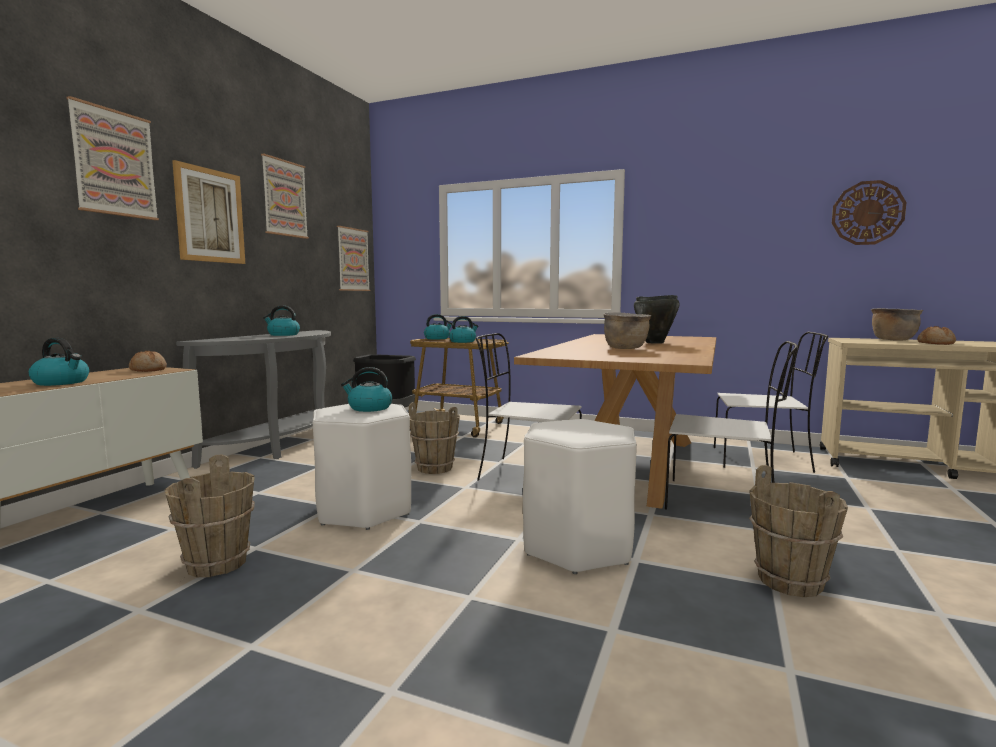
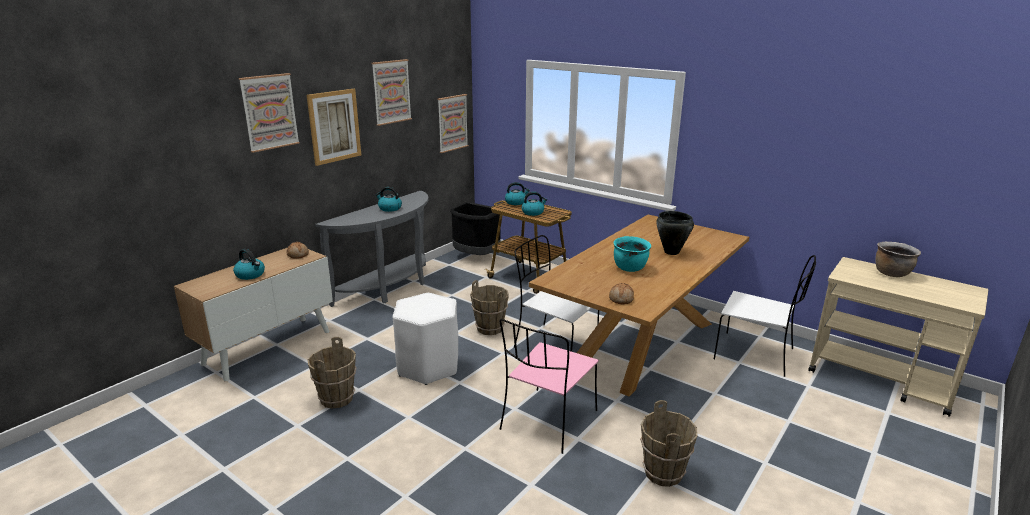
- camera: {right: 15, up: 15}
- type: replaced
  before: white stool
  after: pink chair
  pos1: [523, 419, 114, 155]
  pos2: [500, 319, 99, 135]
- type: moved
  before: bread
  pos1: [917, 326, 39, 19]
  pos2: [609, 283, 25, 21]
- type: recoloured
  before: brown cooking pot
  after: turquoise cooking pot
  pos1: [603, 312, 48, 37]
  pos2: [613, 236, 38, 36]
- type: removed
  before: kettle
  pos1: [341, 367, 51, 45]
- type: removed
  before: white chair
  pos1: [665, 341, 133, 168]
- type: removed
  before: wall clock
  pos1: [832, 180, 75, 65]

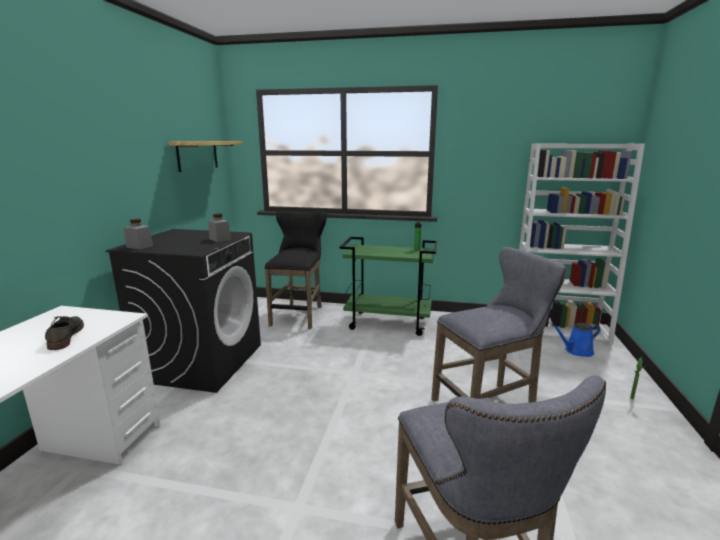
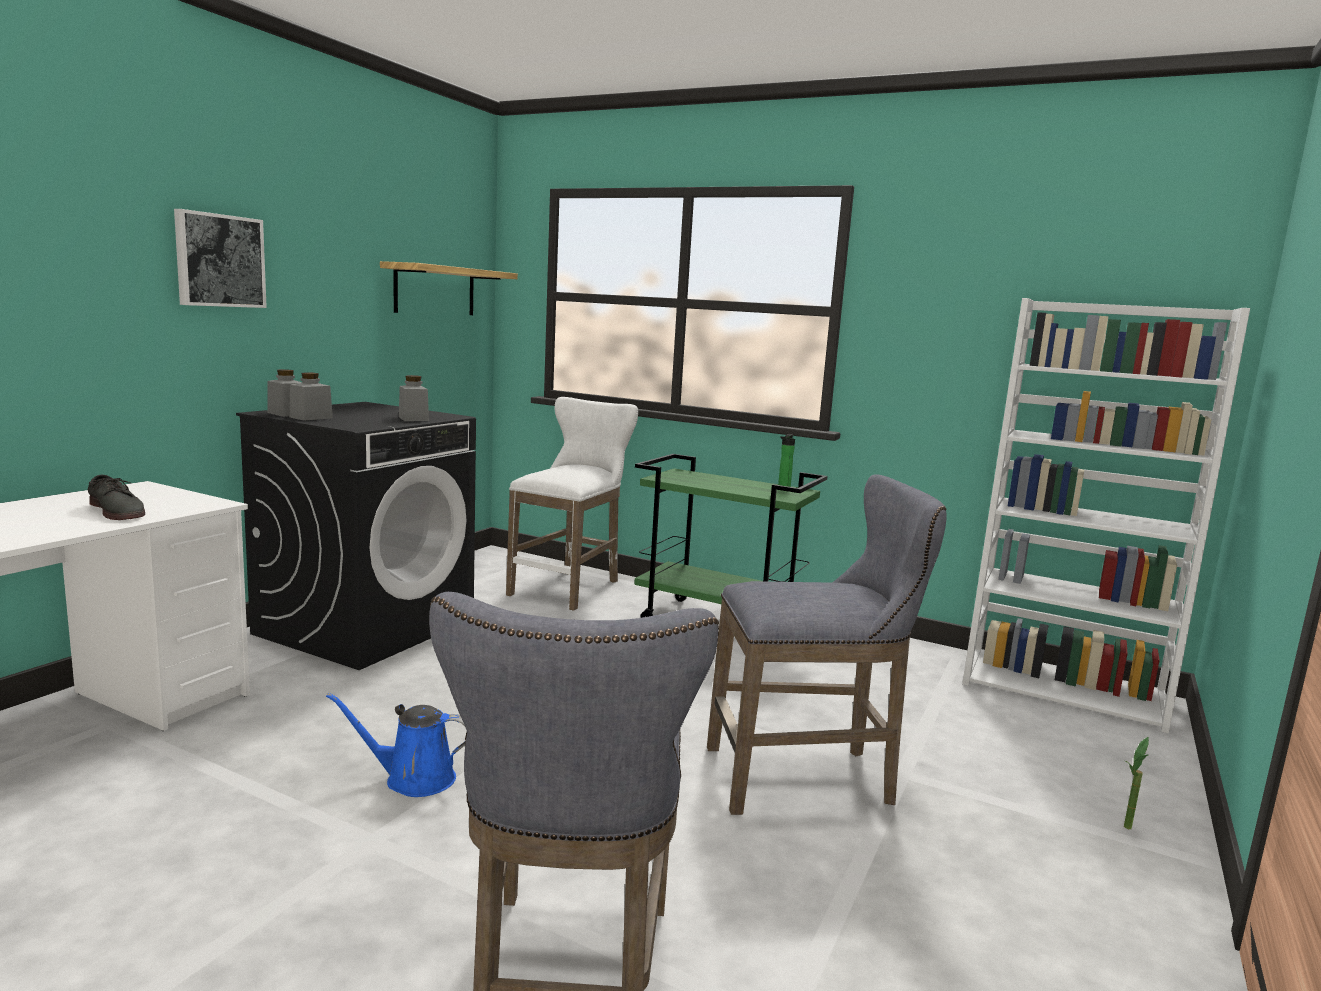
- camera: {right: 15, up: -5}
- type: turned
  before: grey shoe
  pos1: [45, 316, 39, 34]
  pos2: [88, 475, 57, 45]
  turn: 135
- type: added
  after: picture
  pos2: [174, 209, 93, 99]
- type: added
  after: grey jar
  pos2: [290, 373, 43, 48]
- type: moved
  before: blue watering can
  pos1: [552, 323, 49, 34]
  pos2: [326, 693, 139, 104]
- type: recoloured
  before: black stool
  after: white stool
  pos1: [264, 211, 63, 118]
  pos2: [506, 397, 132, 214]

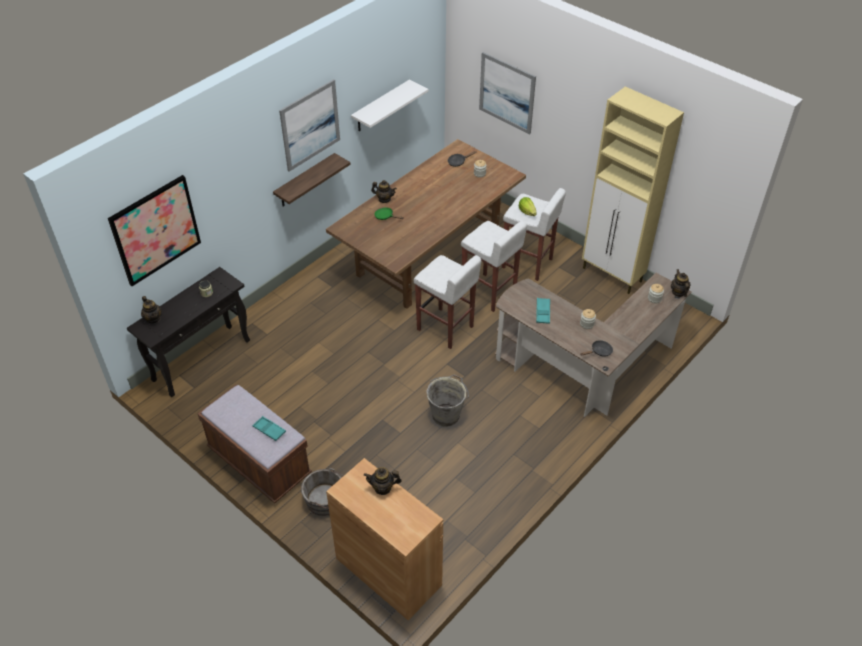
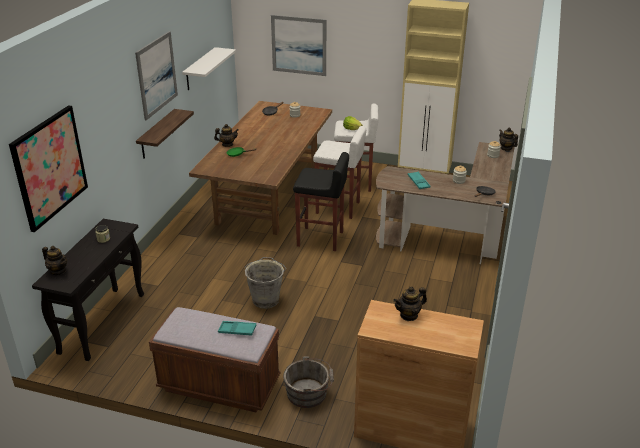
- camera: {right: -25, up: -15}
- type: moved
  before: grey bucket
  pos1: [426, 375, 43, 52]
  pos2: [245, 257, 41, 52]
- type: recoloured
  before: white stool
  after: black stool
  pos1: [414, 255, 67, 94]
  pos2: [293, 152, 56, 99]

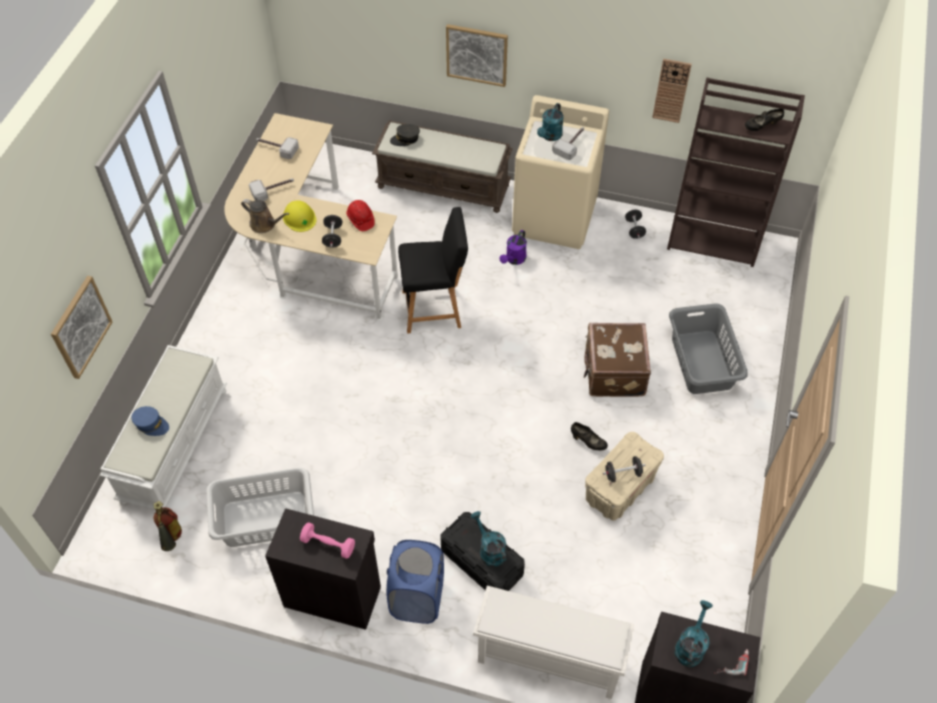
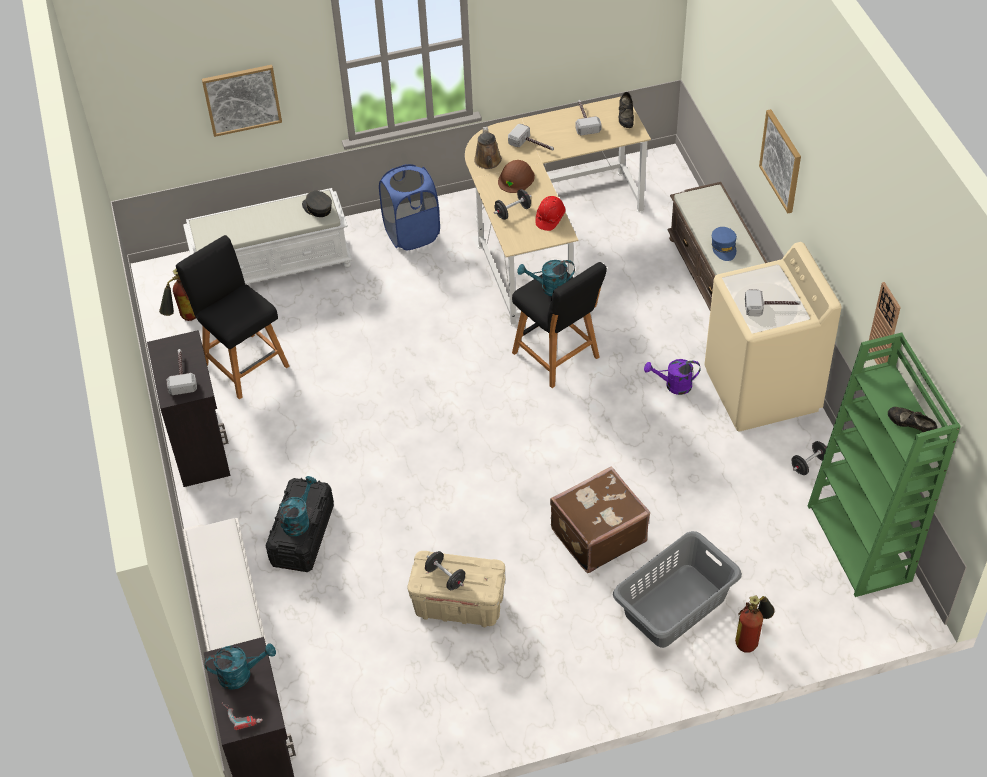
- camera: {right: 60, up: -5}
- type: replaced
  before: pink dumbbell
  after: hammer
  pos1: [300, 522, 55, 37]
  pos2: [167, 349, 30, 46]
- type: replaced
  before: grey laundry basket
  after: black stool
  pos1: [206, 468, 108, 79]
  pos2: [176, 235, 113, 164]
- type: moved
  before: grey cap
  pos1: [390, 124, 30, 22]
  pos2: [302, 191, 30, 26]
- type: moved
  before: blue laundry basket
  pos1: [386, 540, 58, 84]
  pos2: [379, 164, 61, 86]
- type: recoloured
  before: yellow hard hat
  after: brown hard hat
  pos1: [283, 200, 34, 32]
  pos2: [498, 160, 37, 33]
- type: moved
  before: turquoise watering can
  pos1: [537, 103, 26, 38]
  pos2: [517, 260, 58, 36]
- type: moved
  before: black shoe
  pos1: [571, 422, 37, 28]
  pos2: [619, 92, 15, 36]
- type: moved
  before: blue cap
  pos1: [131, 406, 38, 30]
  pos2: [711, 227, 26, 34]
- type: added
  after: fire extinguisher
  pos2: [735, 596, 40, 57]
- type: recoloured
  before: brown bookcase
  after: green bookcase
  pos1: [667, 78, 138, 189]
  pos2: [808, 332, 153, 265]

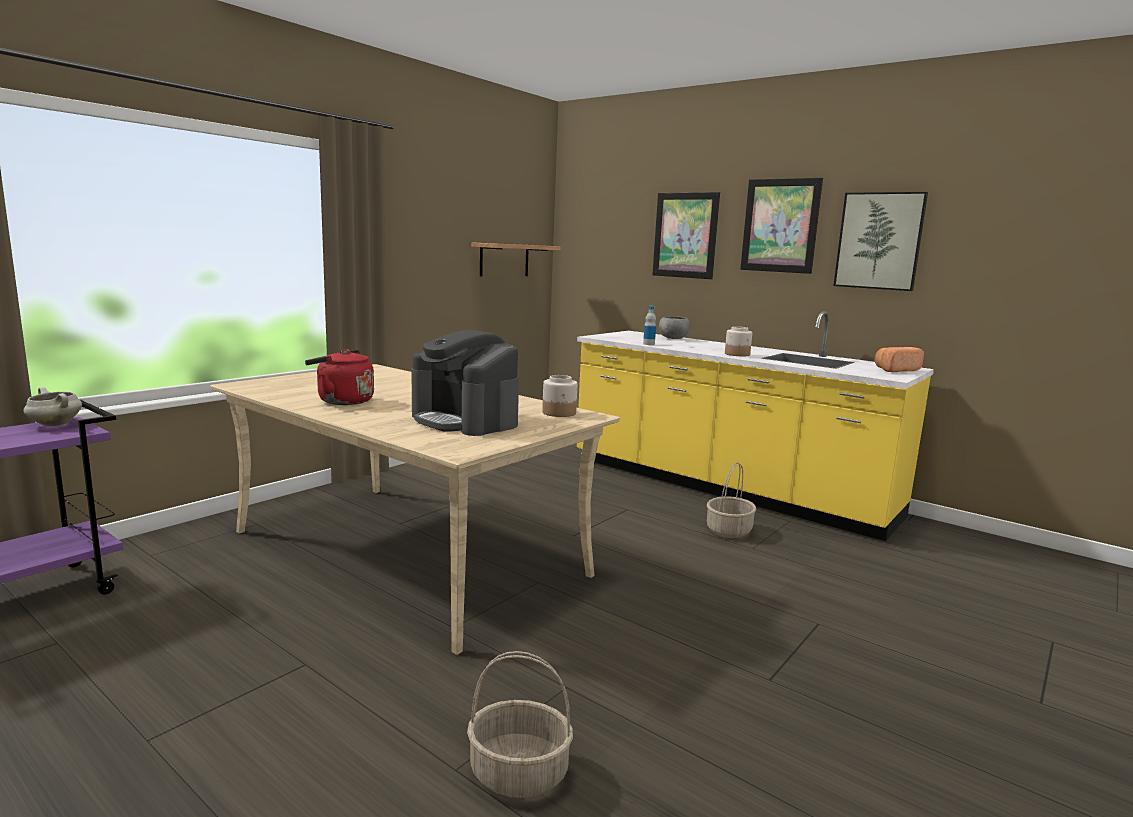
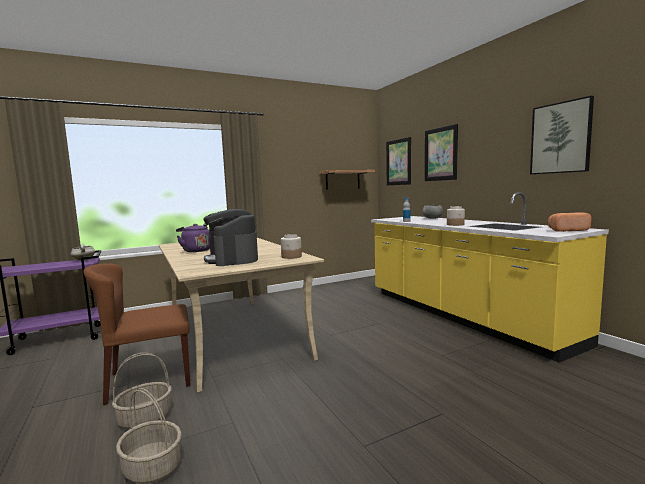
- camera: {right: 25, up: -5}
- type: added
  after: brown chair
  pos2: [83, 264, 108, 141]
- type: moved
  before: basket
  pos1: [707, 462, 50, 76]
  pos2: [112, 353, 59, 76]
- type: recoloured
  before: red kettle
  after: purple kettle
  pos1: [305, 349, 69, 56]
  pos2: [176, 224, 34, 28]
- type: moved
  before: picture
  pos1: [740, 178, 83, 96]
  pos2: [386, 137, 25, 48]

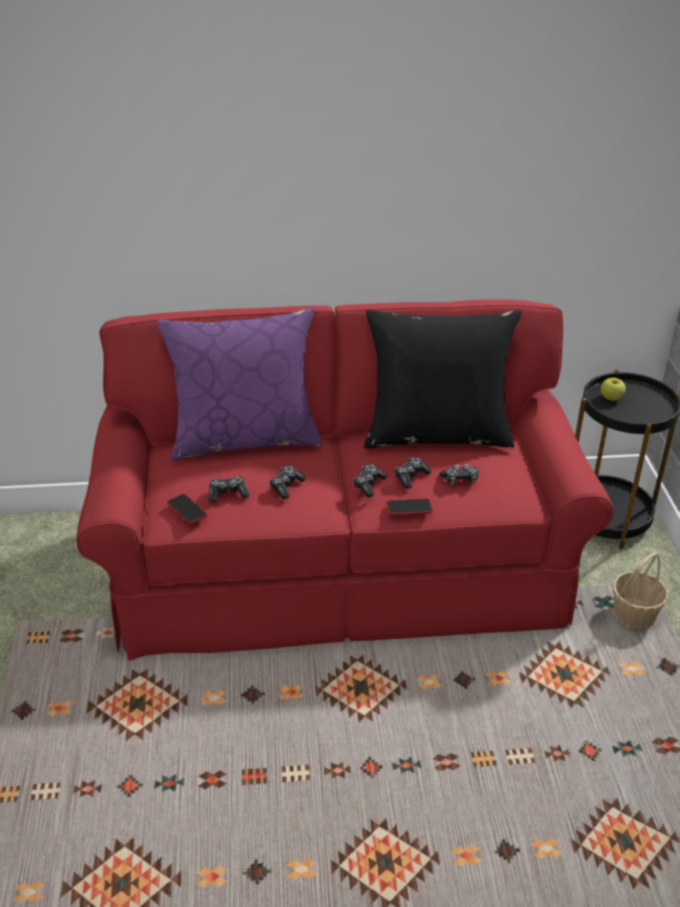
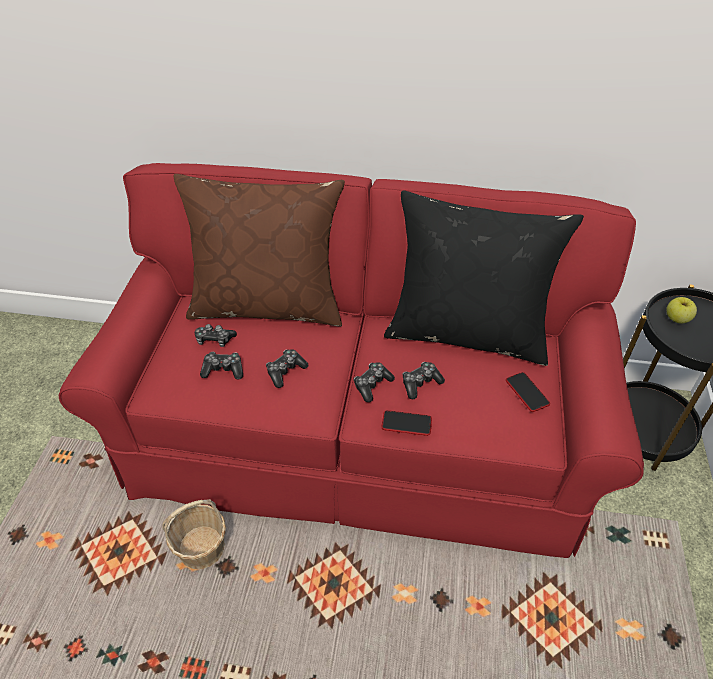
- camera: {right: 15, up: 10}
- type: moved
  before: basket
  pos1: [613, 553, 55, 77]
  pos2: [162, 499, 64, 70]
- type: recoloured
  before: purple pillow
  after: brown pillow
  pos1: [157, 308, 165, 153]
  pos2: [173, 174, 172, 153]
- type: moved
  before: game controller
  pos1: [439, 464, 40, 21]
  pos2: [195, 324, 42, 23]
- type: moved
  before: phone
  pos1: [167, 494, 40, 30]
  pos2: [506, 372, 44, 40]

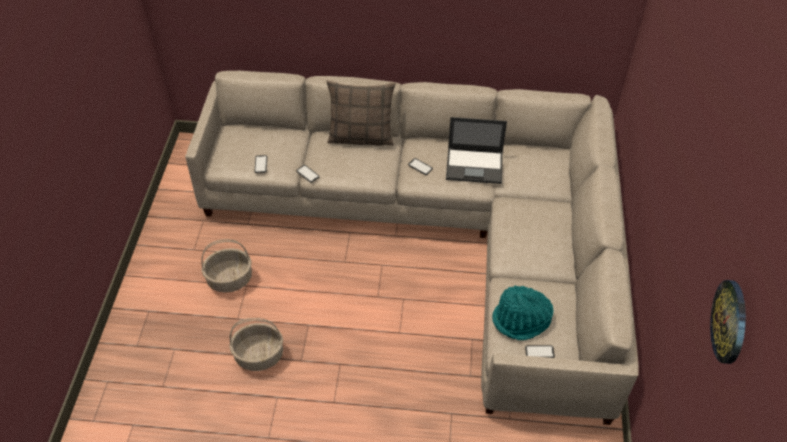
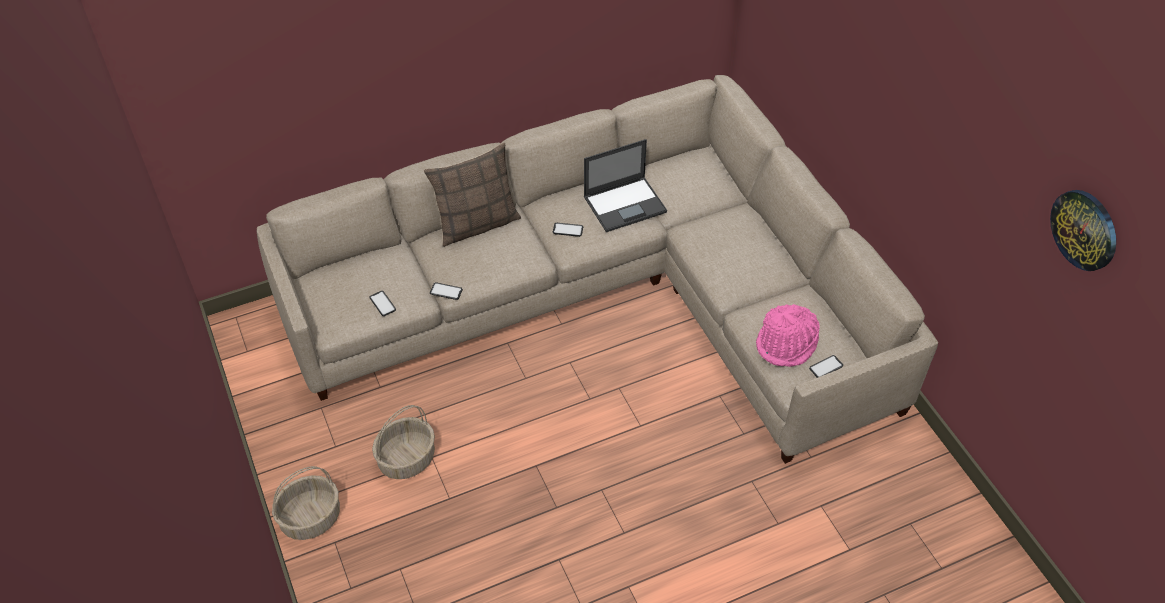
- camera: {right: -30, up: 0}
- type: moved
  before: basket
  pos1: [229, 318, 54, 53]
  pos2: [272, 466, 68, 74]
- type: recoloured
  before: turquoise hat
  after: pink hat
  pos1: [492, 285, 62, 55]
  pos2: [756, 304, 64, 63]

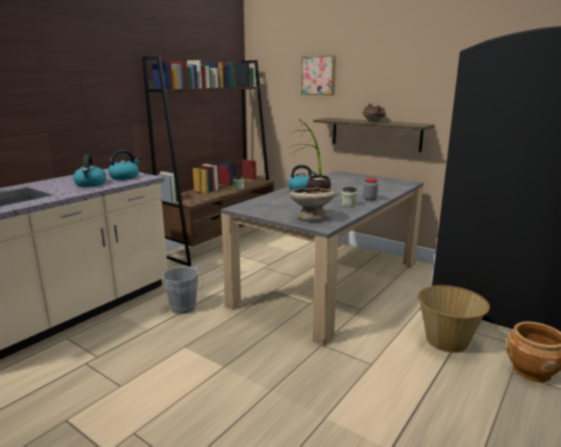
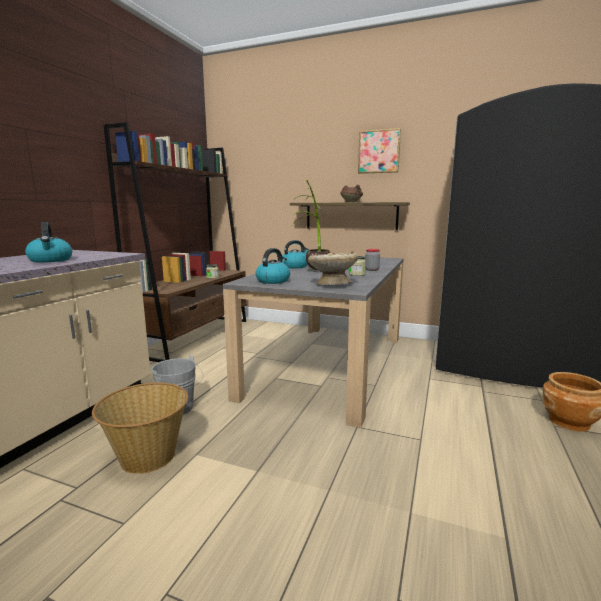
- camera: {right: -15, up: -5}
- type: moved
  before: basket
  pos1: [418, 285, 72, 68]
  pos2: [92, 383, 96, 91]
- type: moved
  before: kettle
  pos1: [108, 150, 33, 30]
  pos2: [256, 248, 34, 36]
- type: moved
  before: picture
  pos1: [301, 55, 35, 40]
  pos2: [358, 128, 43, 46]

